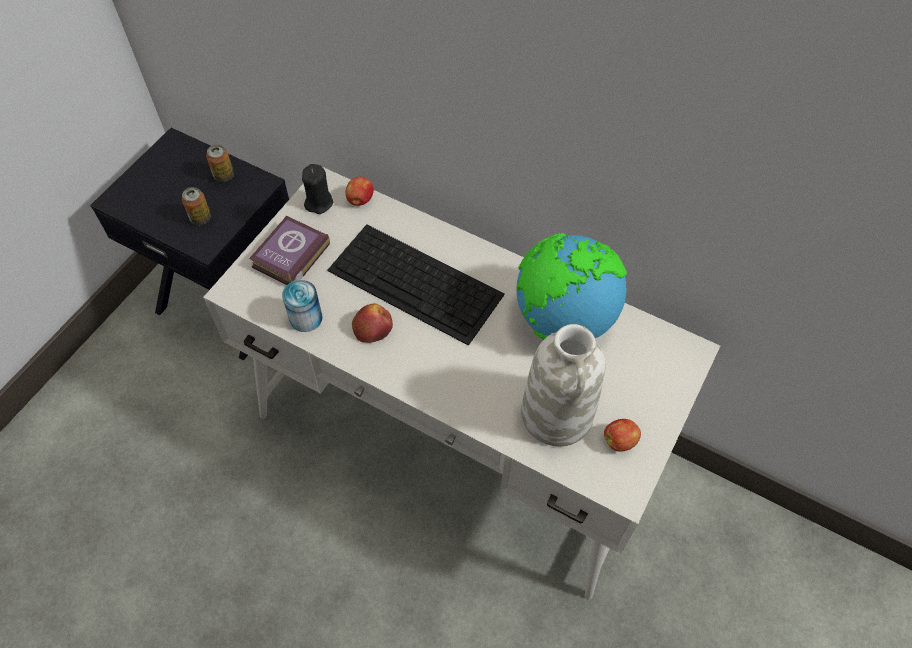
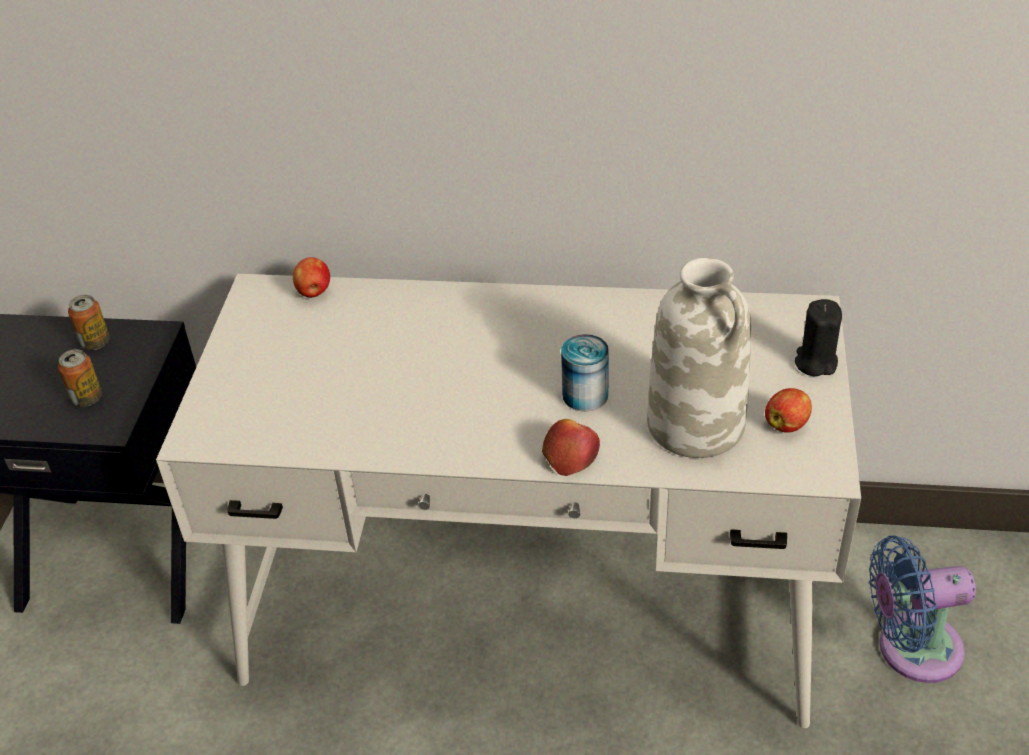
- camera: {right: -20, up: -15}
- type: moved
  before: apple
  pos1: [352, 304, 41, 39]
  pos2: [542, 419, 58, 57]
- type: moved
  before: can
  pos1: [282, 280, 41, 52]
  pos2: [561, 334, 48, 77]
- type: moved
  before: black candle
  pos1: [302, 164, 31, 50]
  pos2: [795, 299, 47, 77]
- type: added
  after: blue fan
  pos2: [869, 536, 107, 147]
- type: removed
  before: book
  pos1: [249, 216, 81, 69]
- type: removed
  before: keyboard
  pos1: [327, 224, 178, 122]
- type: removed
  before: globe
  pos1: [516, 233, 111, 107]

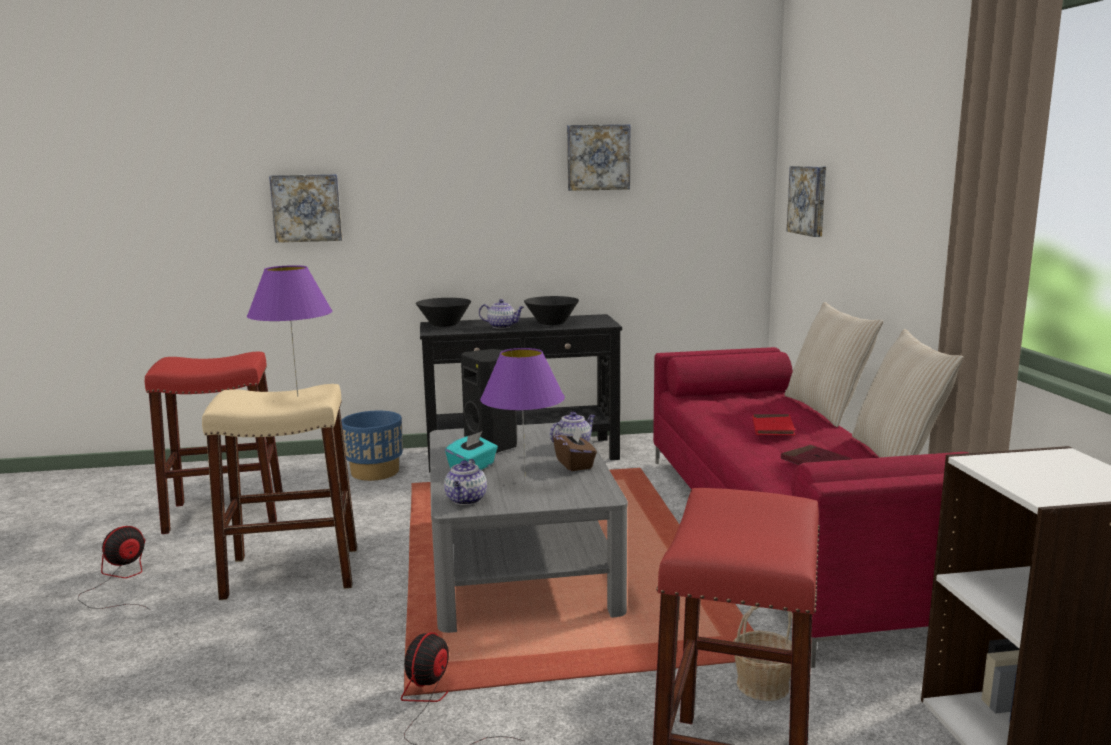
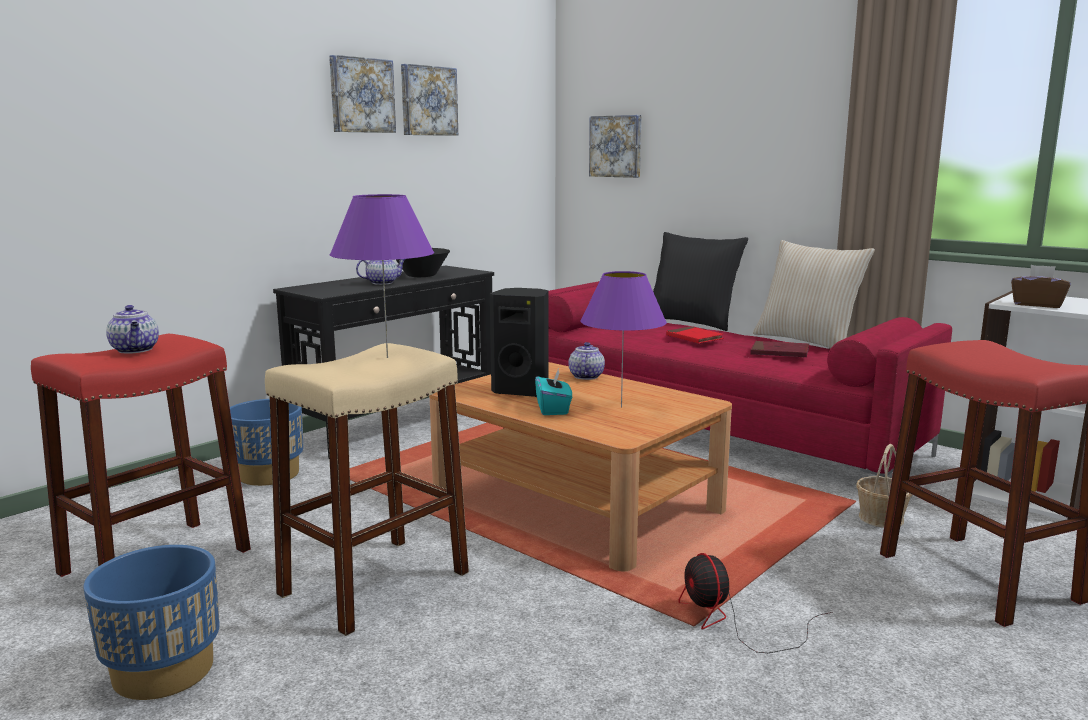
- camera: {right: -40, up: 0}
- type: replaced
  before: fan
  after: blue planter
  pos1: [78, 526, 72, 84]
  pos2: [83, 545, 137, 155]
- type: moved
  before: teapot
  pos1: [444, 459, 43, 46]
  pos2: [106, 305, 53, 49]
- type: moved
  before: picture
  pos1: [269, 174, 73, 69]
  pos2: [329, 55, 67, 78]
- type: recoloured
  before: grey coffee table
  after: brown coffee table
  pos1: [429, 423, 199, 210]
  pos2: [429, 362, 303, 209]
- type: recoloured
  before: beige pillow
  after: black pillow
  pos1: [784, 302, 99, 125]
  pos2: [653, 232, 95, 99]
- type: moved
  before: brown tissue box
  pos1: [553, 425, 44, 46]
  pos2: [1011, 265, 59, 43]
- type: removed
  before: black bowl
  pos1: [416, 298, 55, 29]

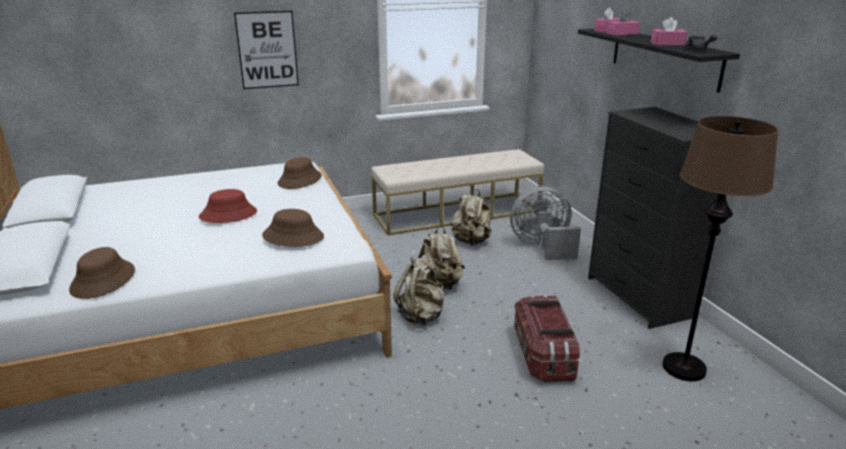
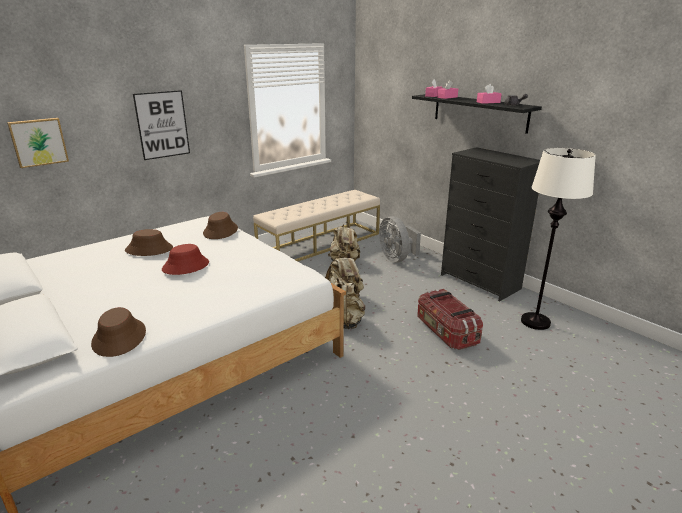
- camera: {right: -20, up: 0}
- type: added
  after: picture
  pos2: [7, 118, 62, 50]
- type: moved
  before: brown hat
  pos1: [262, 209, 62, 38]
  pos2: [125, 229, 48, 27]
- type: turned
  before: grey fan
  pos1: [510, 186, 71, 74]
  pos2: [379, 216, 42, 47]
  turn: -90
- type: recoloured
  before: brown floor lamp
  after: white floor lamp
  pos1: [662, 116, 116, 265]
  pos2: [521, 148, 75, 182]

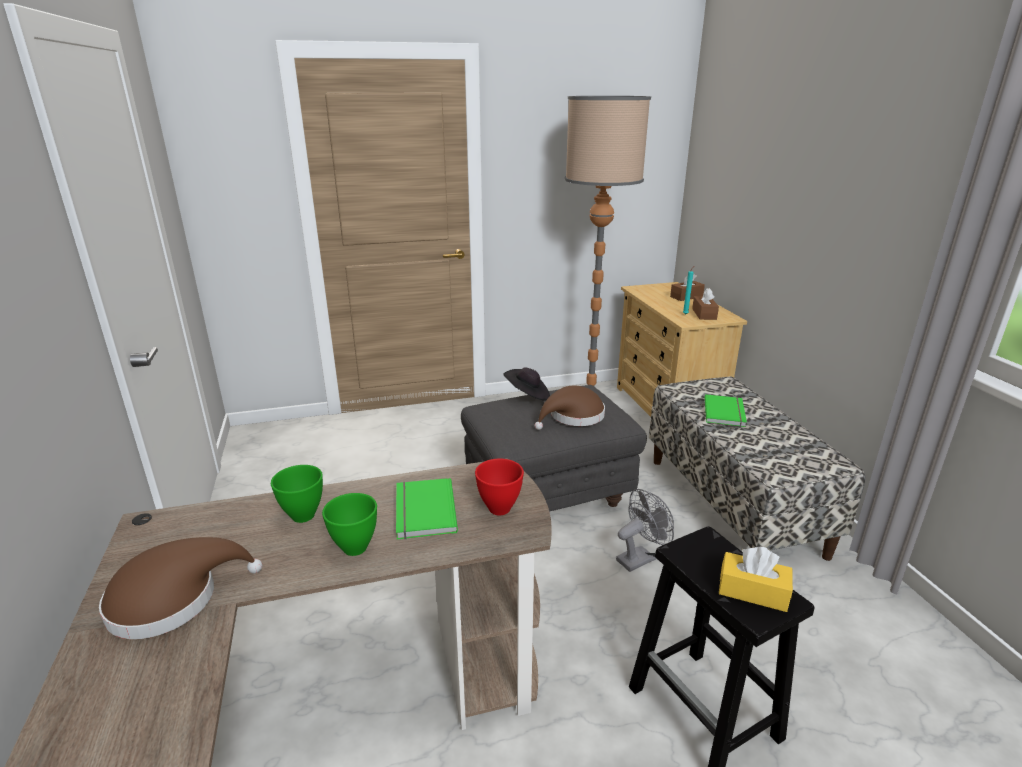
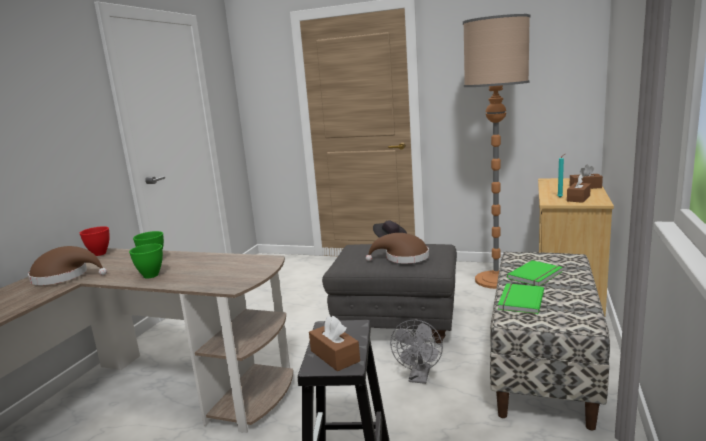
- camera: {right: 35, up: -10}
- type: moved
  before: red bowl
  pos1: [475, 458, 49, 57]
  pos2: [80, 226, 30, 30]
- type: recoloured
  before: yellow tissue box
  after: brown tissue box
  pos1: [719, 547, 74, 65]
  pos2: [309, 316, 51, 55]
- type: turned
  before: grey fan
  pos1: [616, 489, 58, 83]
  pos2: [390, 320, 53, 64]
  turn: 105
- type: moved
  before: green book
  pos1: [396, 478, 62, 61]
  pos2: [498, 283, 46, 31]

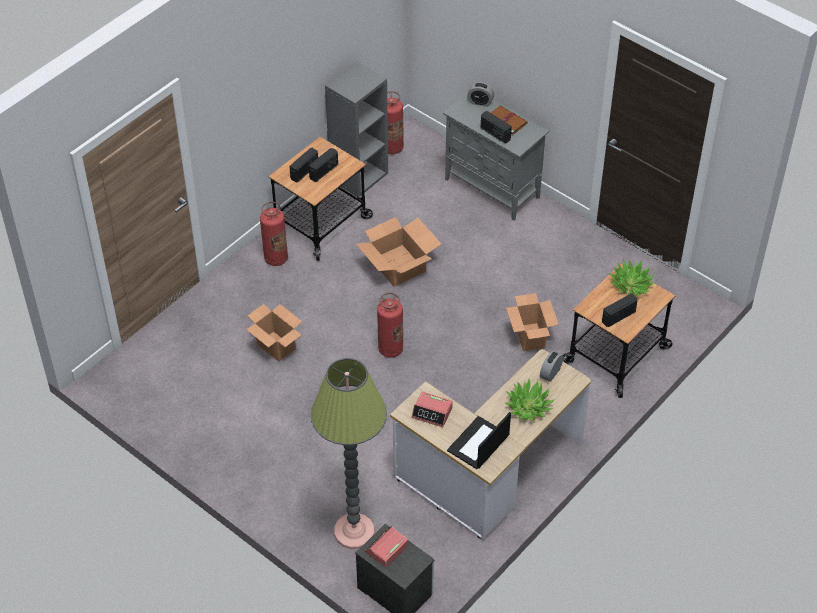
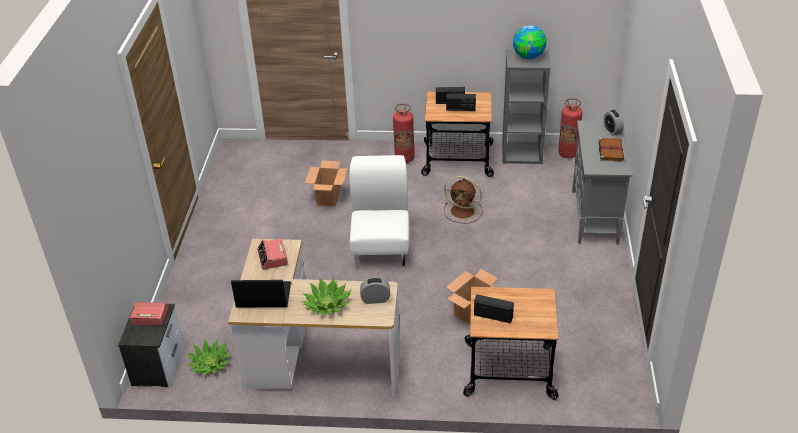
- camera: {right: 55, up: -10}
- type: moved
  before: potted plant
  pos1: [609, 259, 46, 37]
  pos2: [187, 339, 45, 35]
- type: replaced
  before: fire extinguisher
  after: white chair
  pos1: [377, 293, 26, 65]
  pos2: [349, 155, 60, 112]
- type: replaced
  before: cardboard box
  after: brown fan
  pos1: [356, 217, 85, 70]
  pos2: [444, 176, 38, 48]
- type: added
  after: globe
  pos2: [513, 25, 34, 34]
- type: removed
  before: floor lamp
  pos1: [311, 358, 76, 191]
- type: removed
  before: radio
  pos1: [481, 111, 31, 33]

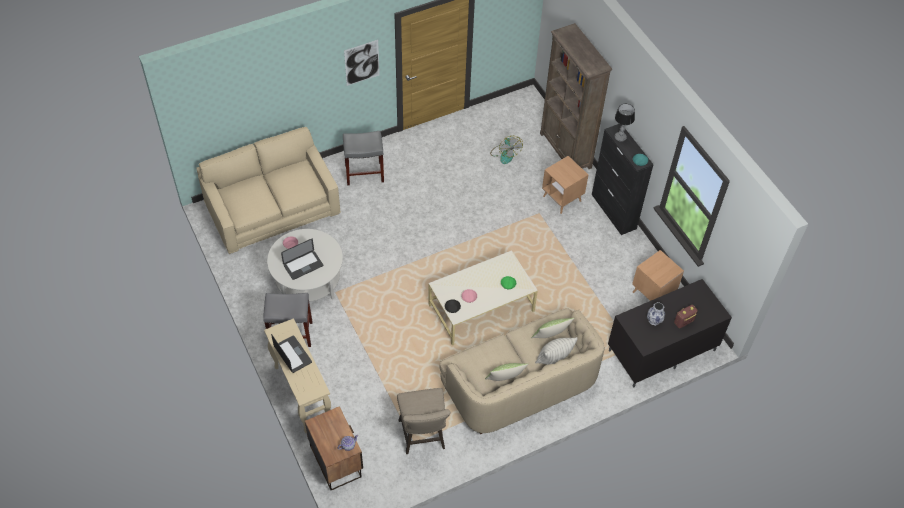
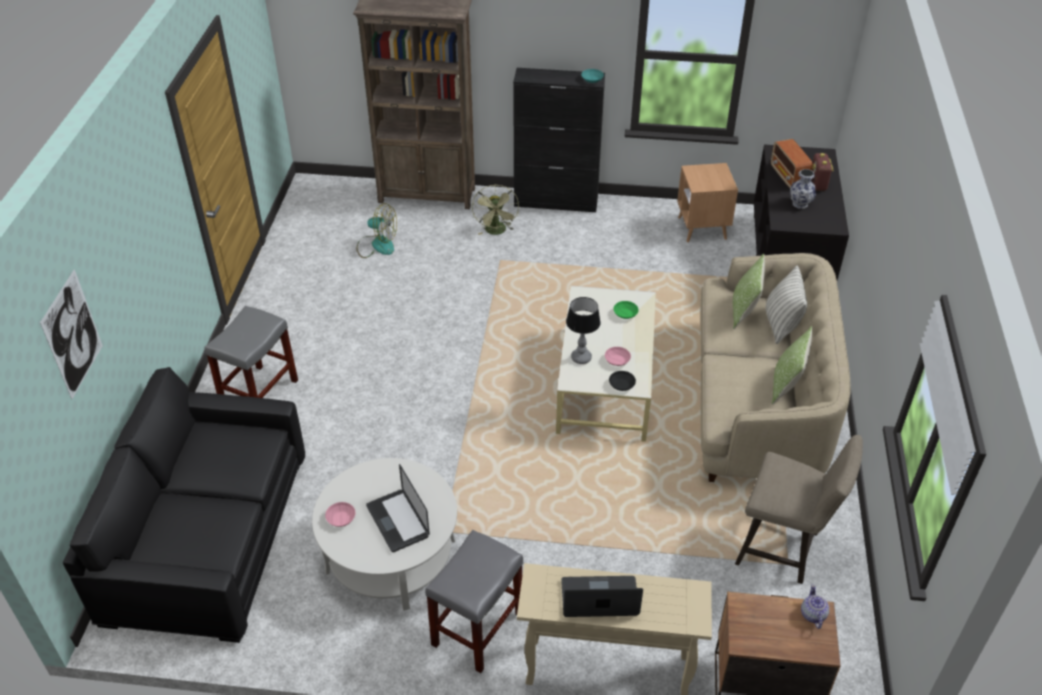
- camera: {right: -55, up: -10}
- type: moved
  before: picture
  pos1: [344, 40, 36, 46]
  pos2: [40, 269, 63, 130]
- type: recoloured
  before: beige sofa
  after: black sofa
  pos1: [196, 127, 145, 127]
  pos2: [63, 367, 242, 276]
- type: turned
  before: laptop
  pos1: [281, 239, 42, 41]
  pos2: [366, 464, 64, 88]
  turn: 150
- type: replaced
  before: brown side table
  after: green fan
  pos1: [542, 156, 47, 58]
  pos2: [472, 185, 47, 50]
- type: moved
  before: table lamp
  pos1: [615, 103, 20, 39]
  pos2: [566, 297, 35, 67]
- type: added
  after: radio
  pos2: [771, 139, 42, 49]

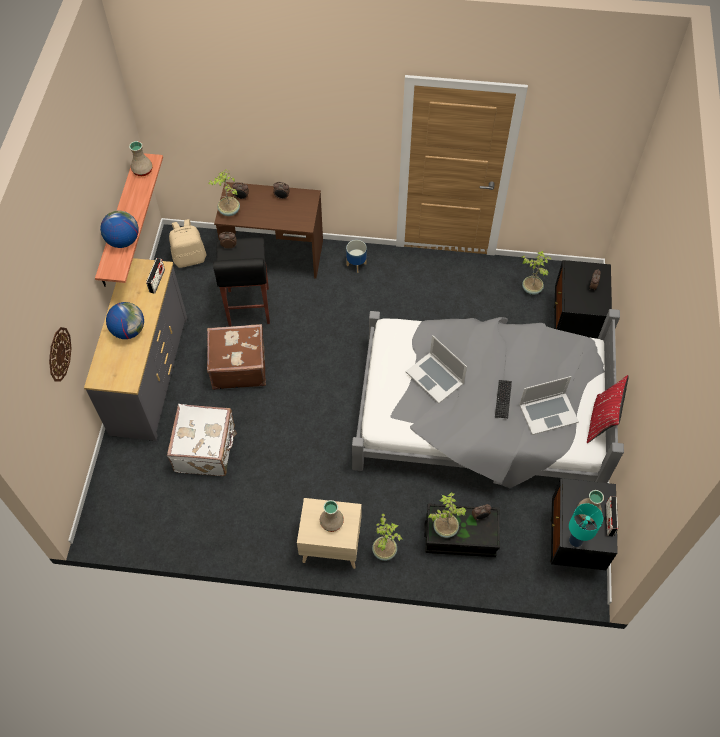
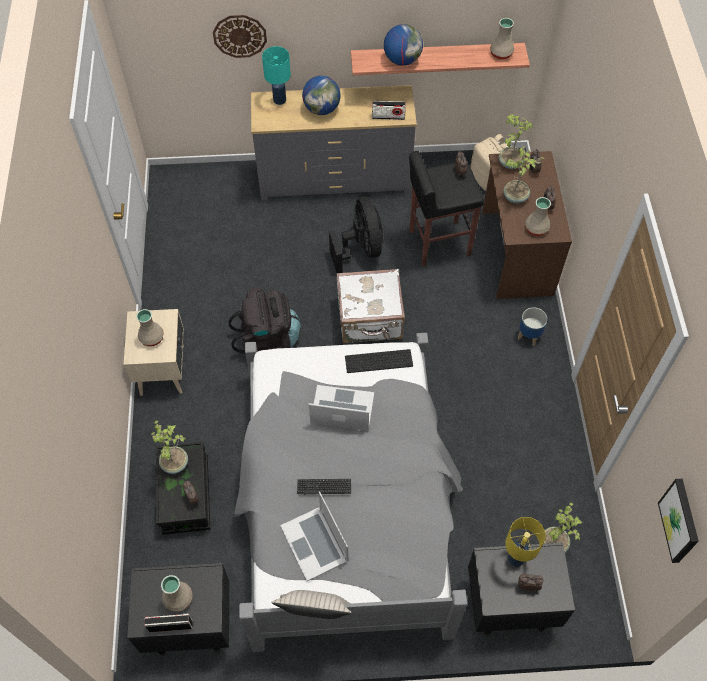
- camera: {right: 80, up: 0}
- type: added
  after: black backpack
  pos2: [229, 288, 72, 65]
- type: moved
  before: turquoise table lamp
  pos1: [569, 503, 34, 44]
  pos2: [262, 46, 29, 59]
- type: recoloured
  before: red pillow
  after: beige pillow
  pos1: [587, 375, 42, 68]
  pos2: [271, 590, 81, 29]
- type: turned
  before: laptop
  pos1: [406, 335, 61, 68]
  pos2: [309, 385, 65, 46]
  turn: 60
- type: replaced
  before: brown suitcase
  after: black fan
  pos1: [207, 324, 59, 66]
  pos2: [329, 197, 54, 76]
- type: moved
  before: white suitcase
  pos1: [167, 404, 70, 72]
  pos2: [337, 269, 68, 74]
- type: added
  after: keyboard
  pos2: [345, 349, 68, 24]
- type: moved
  before: potted plant
  pos1: [372, 514, 31, 47]
  pos2: [503, 146, 41, 57]
- type: added
  after: yellow table lamp
  pos2: [505, 517, 40, 50]
- type: added
  after: beige vase
  pos2: [525, 197, 26, 39]
- type: added
  after: picture
  pos2: [658, 479, 41, 84]

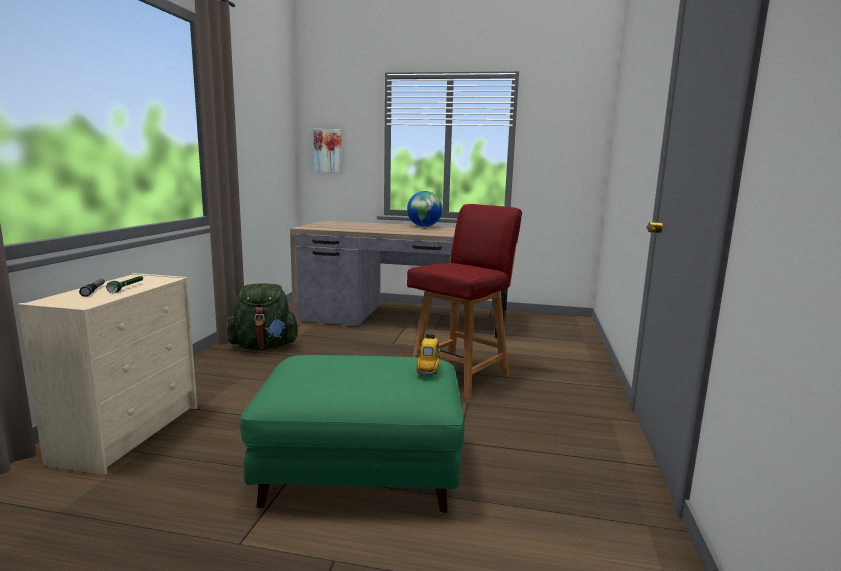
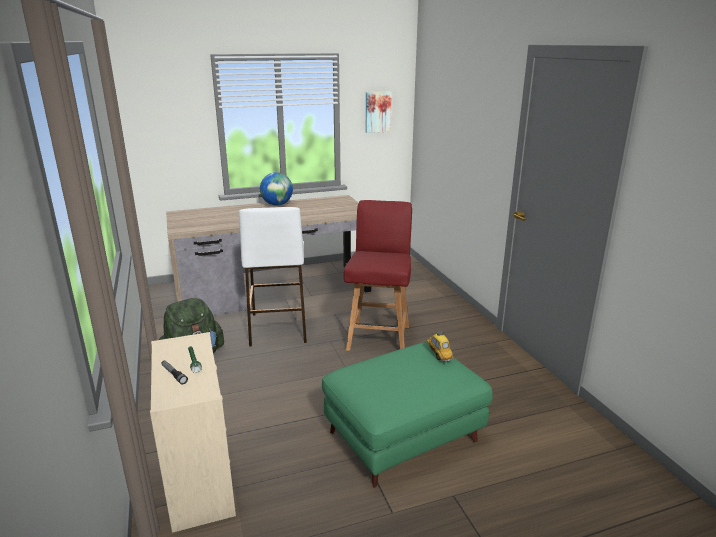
- camera: {right: -30, up: 10}
- type: added
  after: white stool
  pos2: [239, 207, 68, 140]
- type: moved
  before: picture
  pos1: [313, 129, 29, 43]
  pos2: [366, 91, 26, 42]

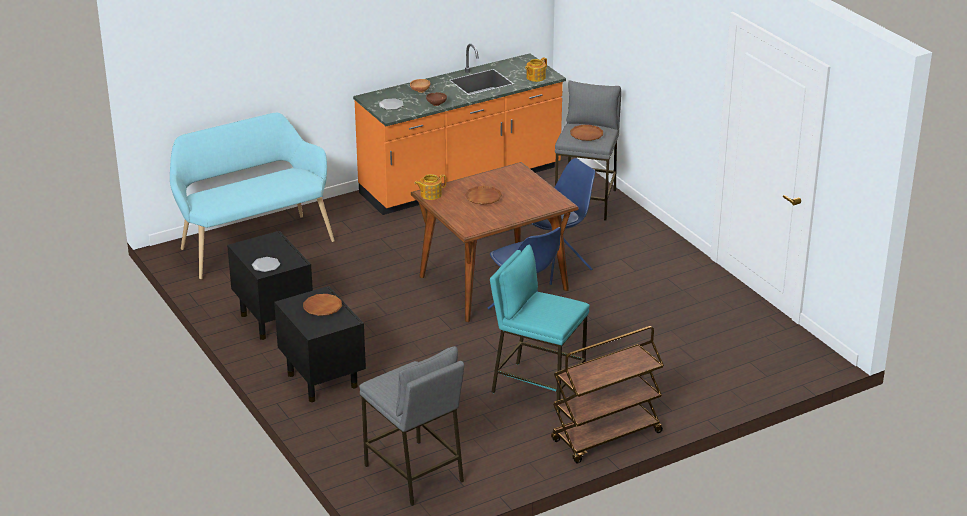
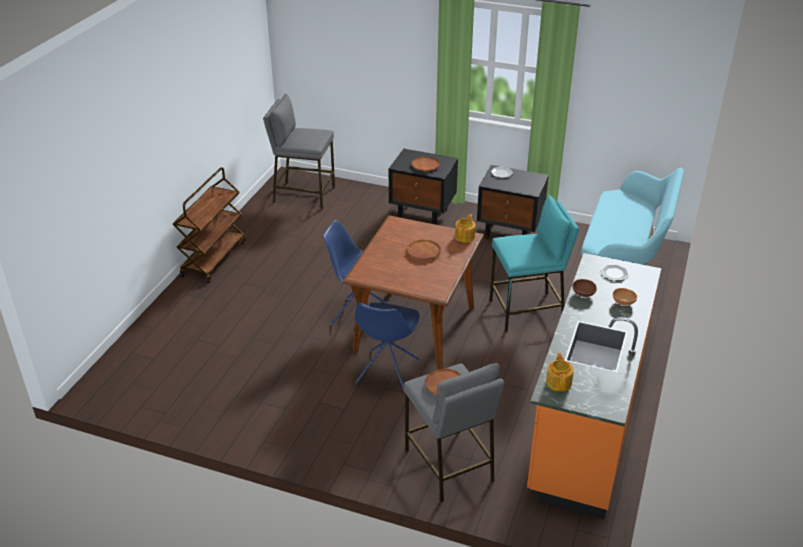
- camera: {right: 140, up: 5}
- type: moved
  before: turquoise stool
  pos1: [490, 245, 100, 168]
  pos2: [489, 195, 90, 137]

